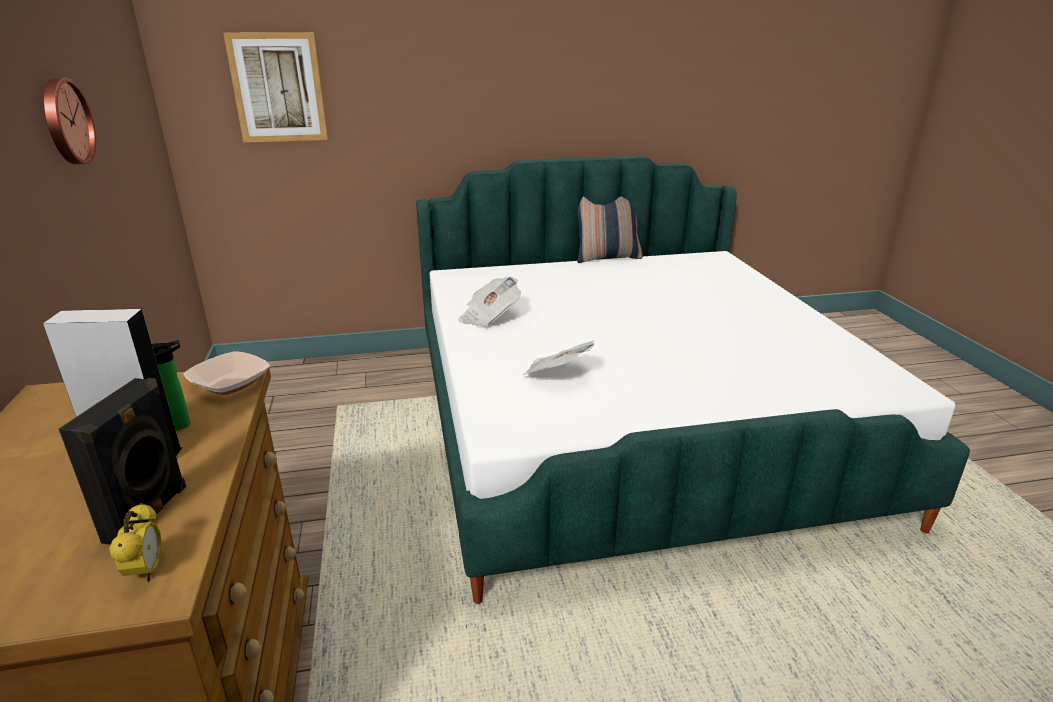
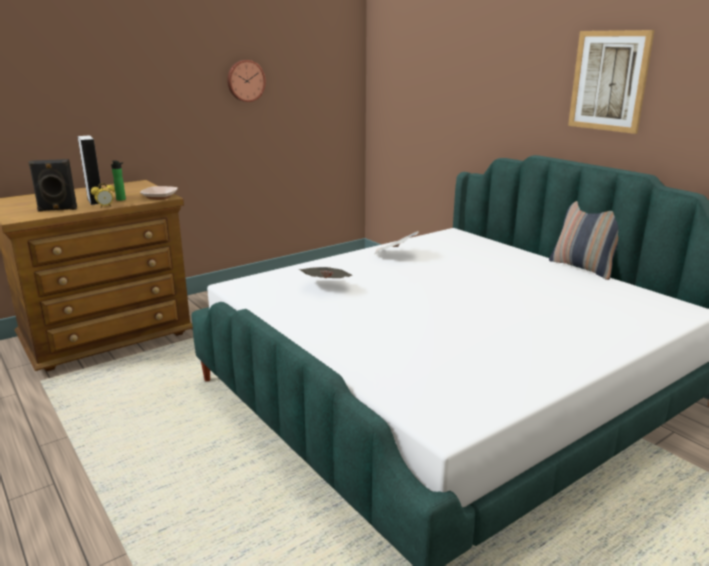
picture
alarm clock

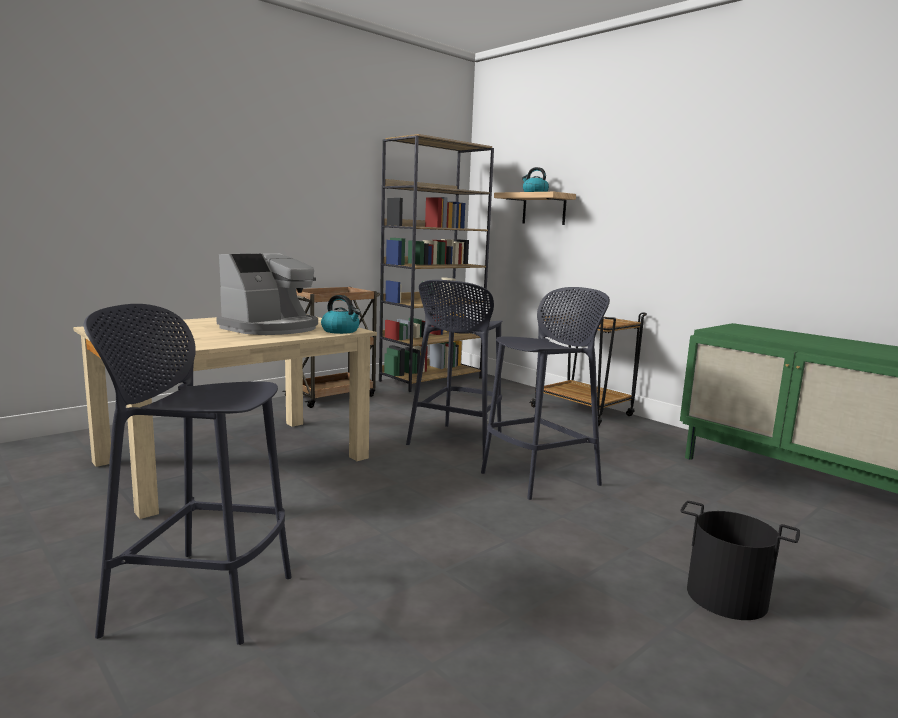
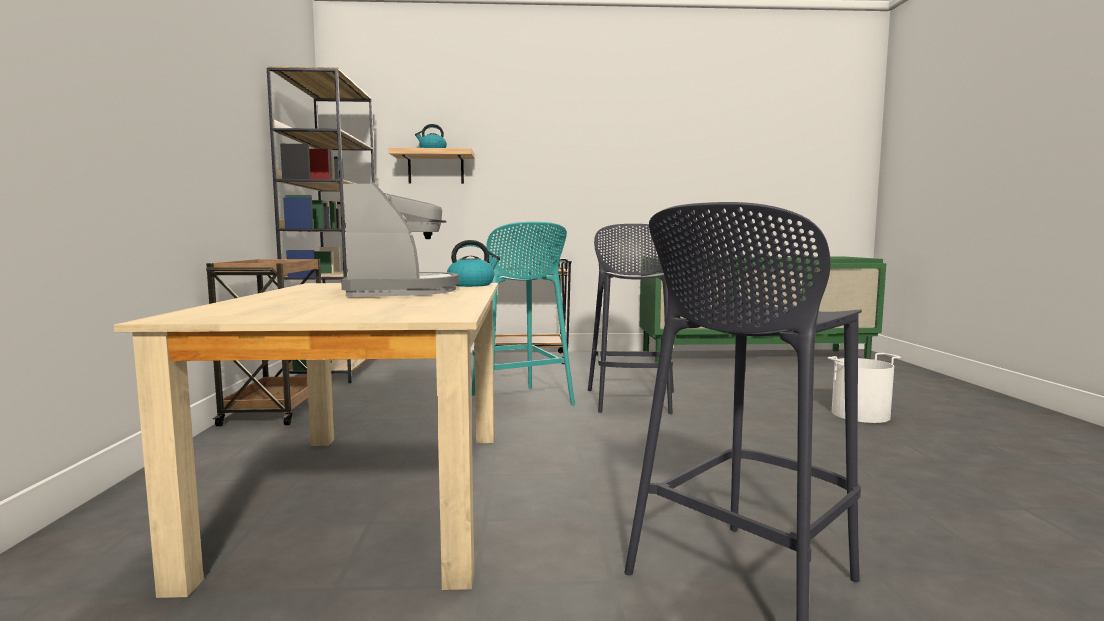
sitting stool (turquoise)
water bucket (whitish)

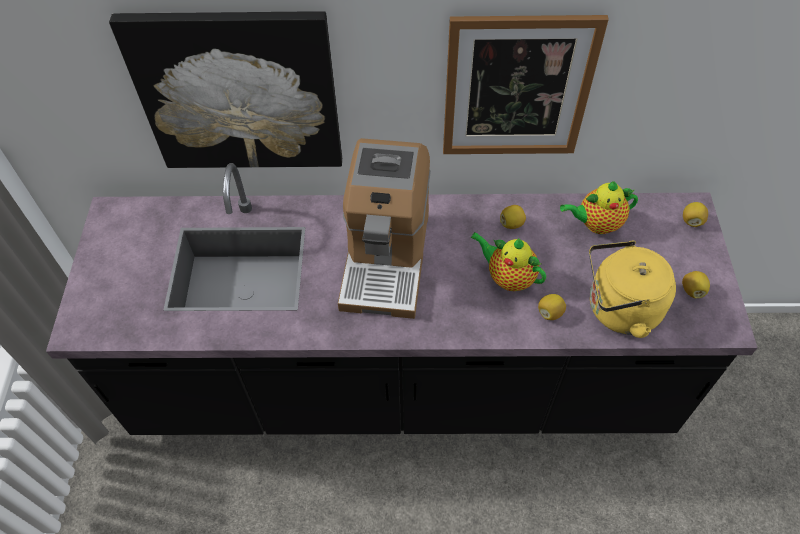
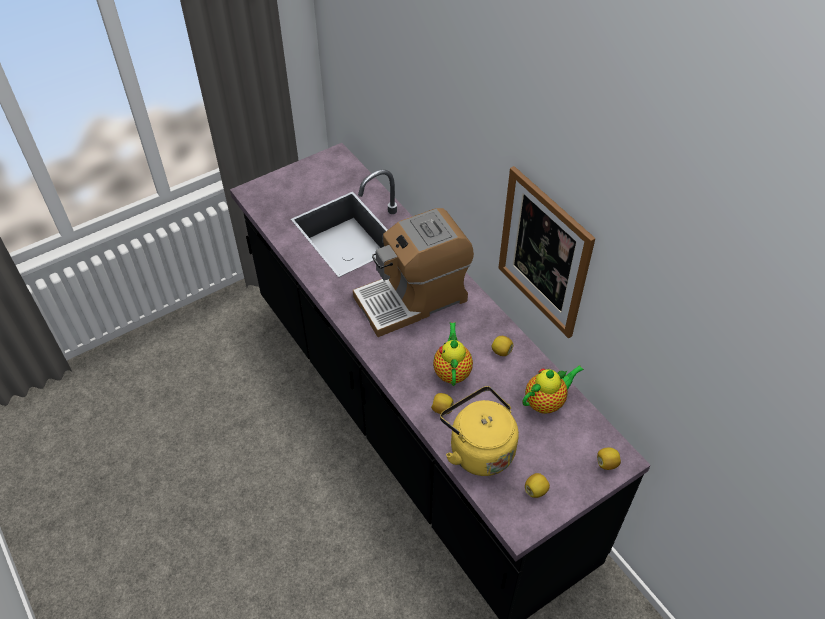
picture (no. 1 from left in the first image)
teapot (no. 2 from left)

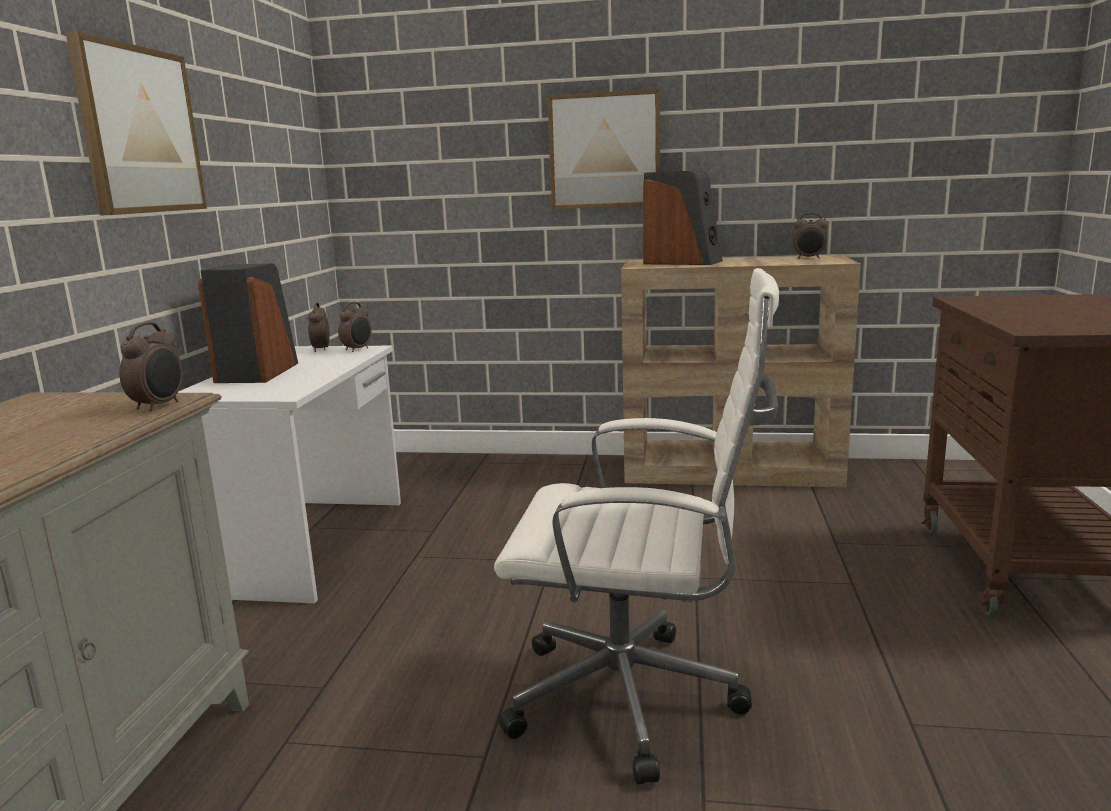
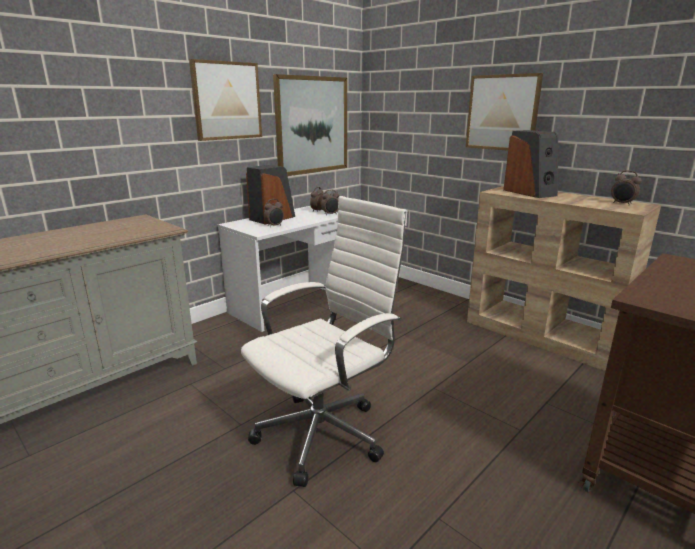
office chair (whitish)
alarm clock (no. 1 from left)
picture (no. 2 from left)

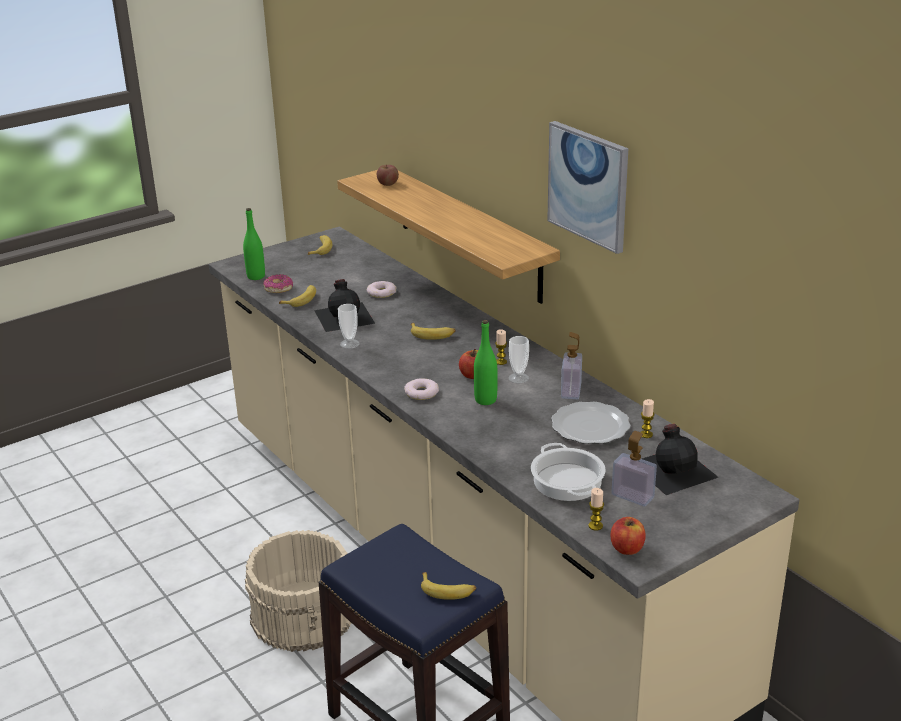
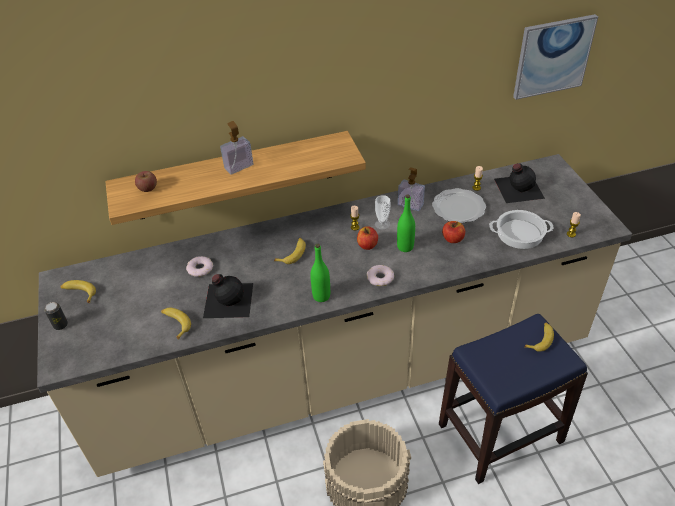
picture
drink bottle (green) (no. 1 from left)
doughnut (no. 1 from left in the first image)
small cup (no. 1 from left in the first image)
soap dispenser (no. 1 from left)
whole apple (no. 3 from left)
can

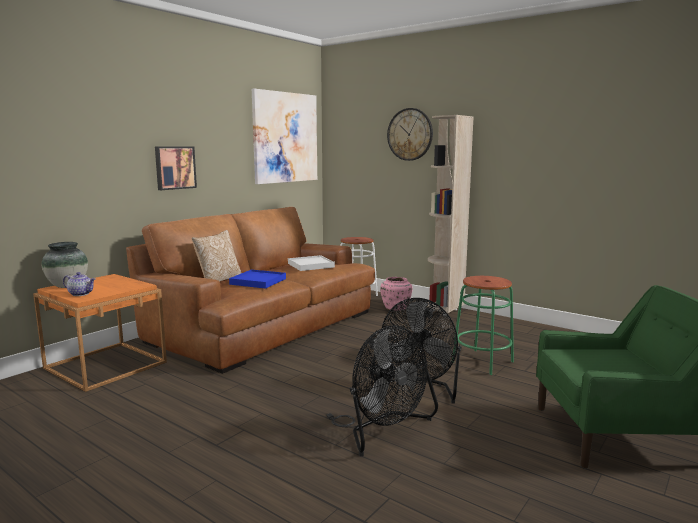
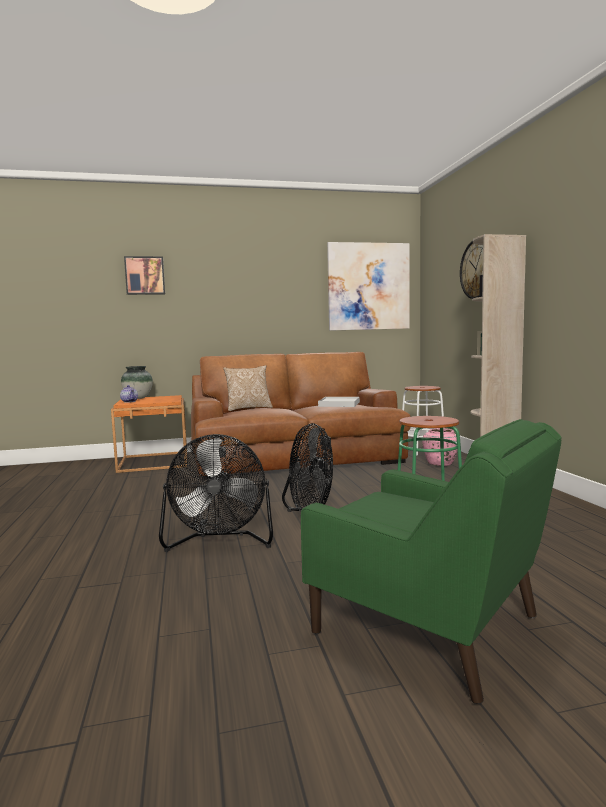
picture (no. 1 from left)
carrying tray (bluish)

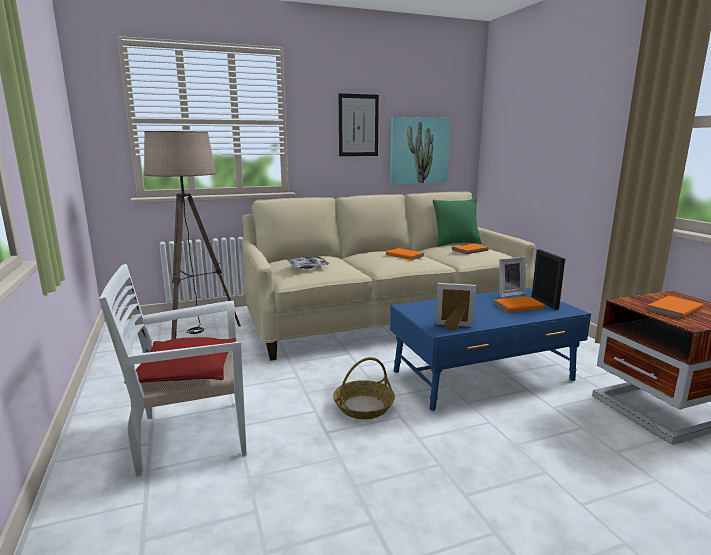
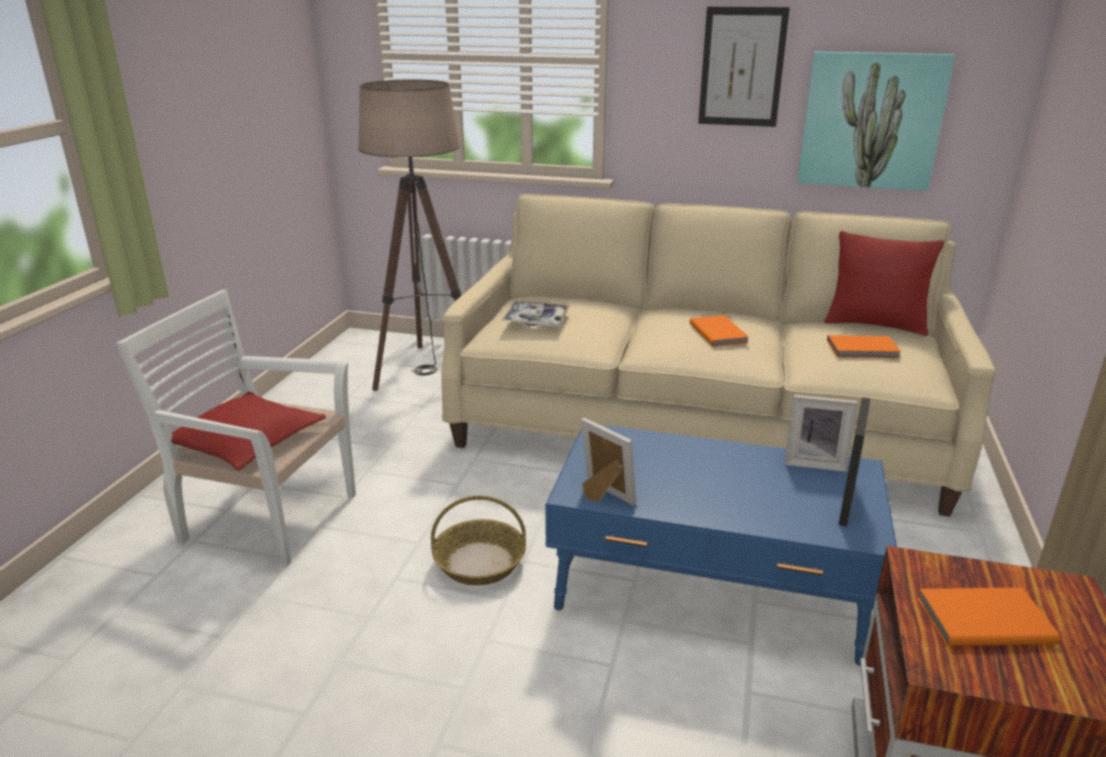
cushion (reddish) (no. 2 from left)
bound book (orangey) (no. 3 from left in the first image)

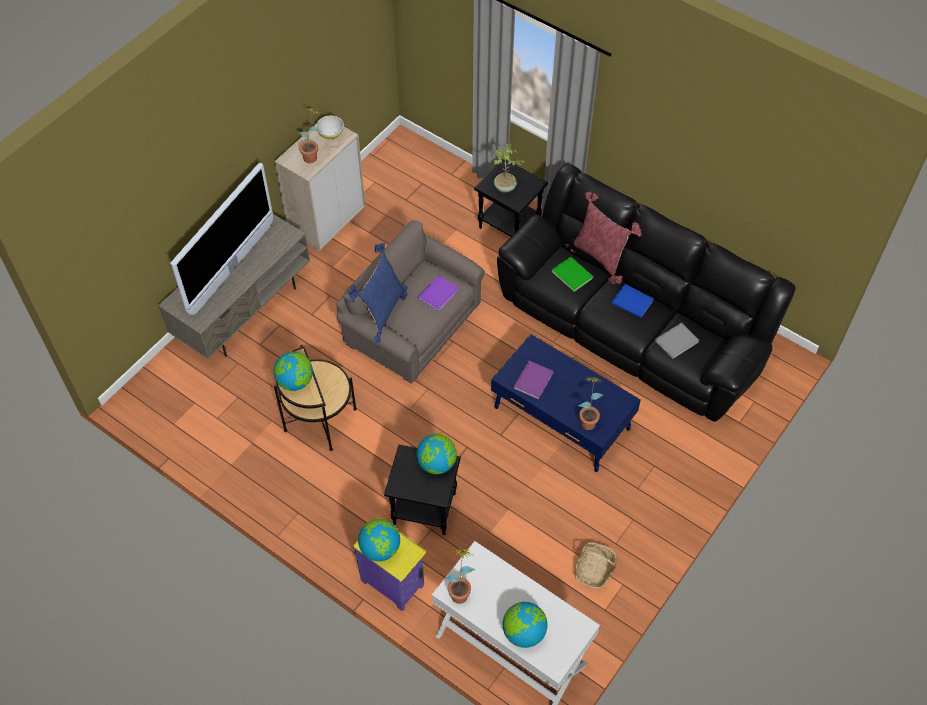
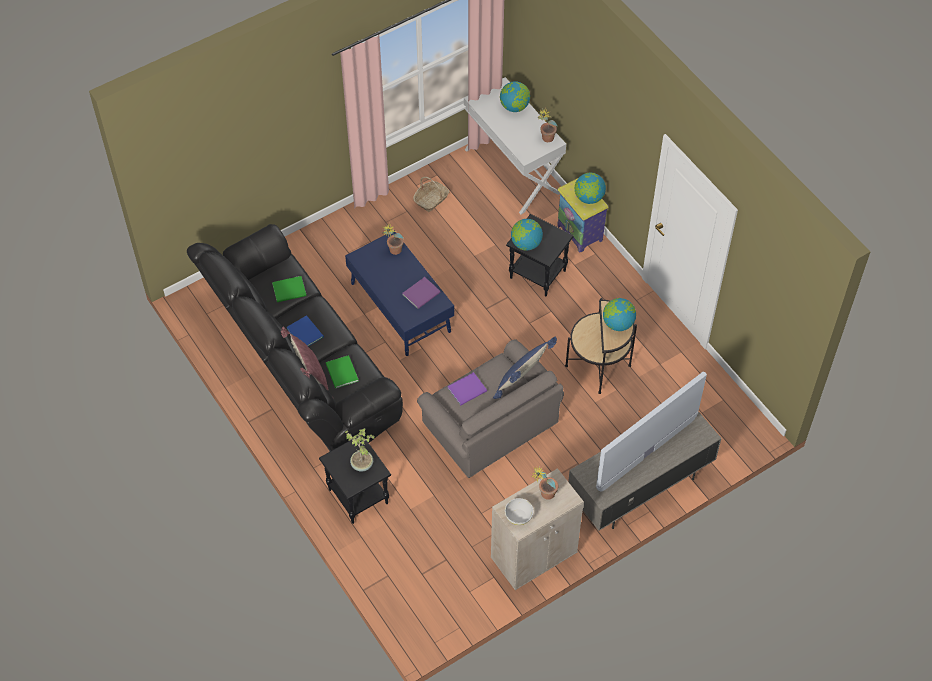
bound book (green) (no. 1 from left)

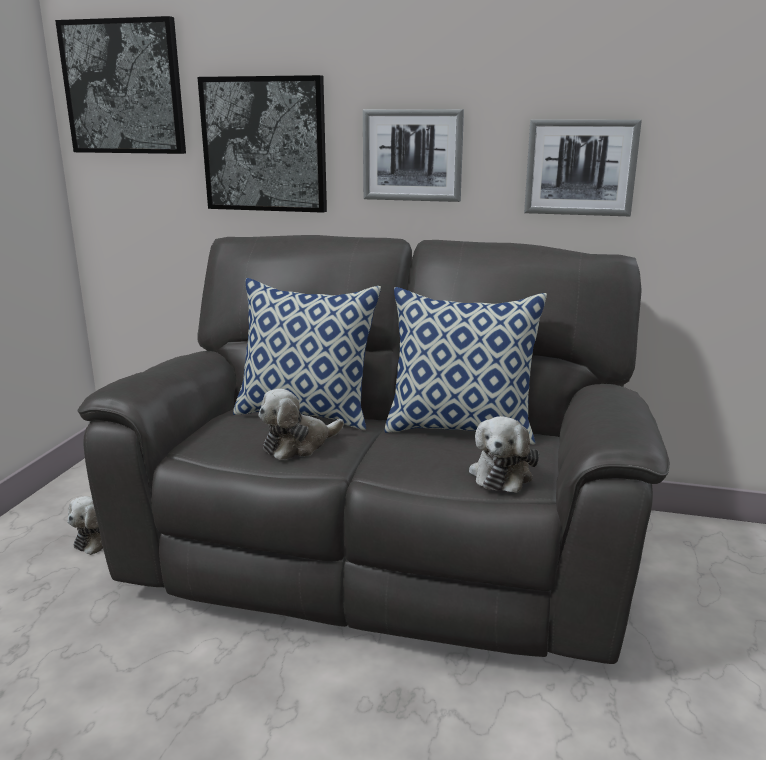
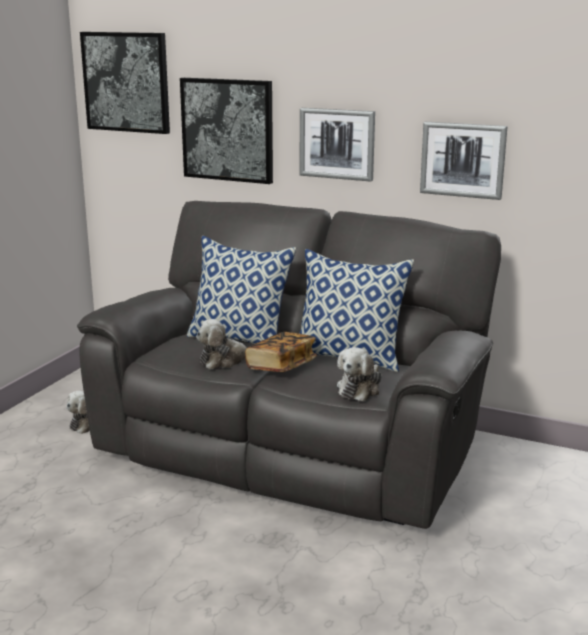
bound book

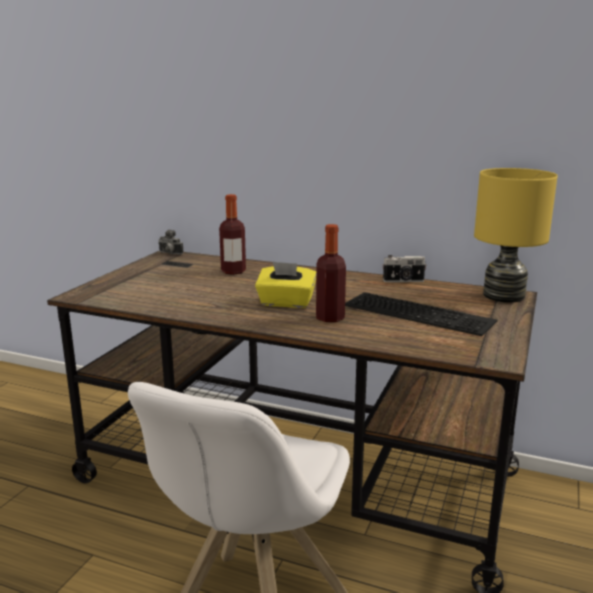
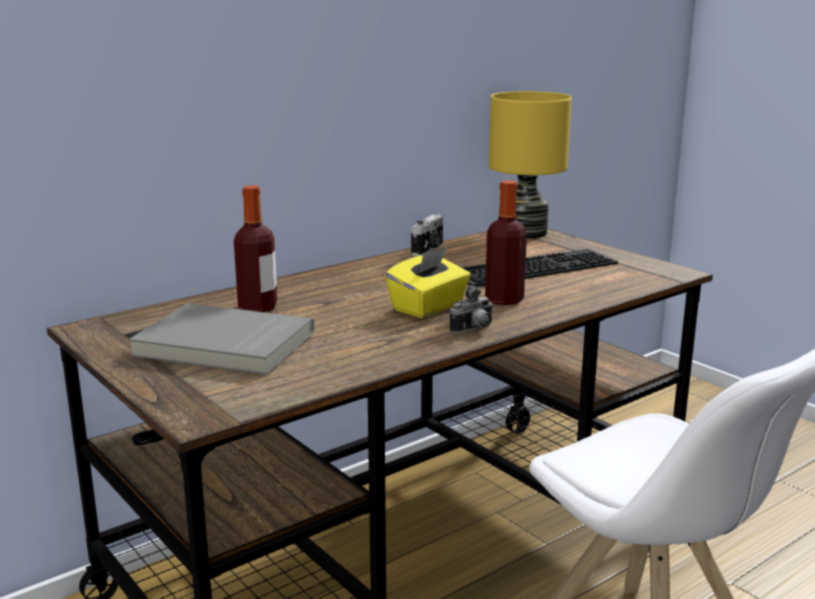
photo camera (no. 2 from left)
bound book (gray)

